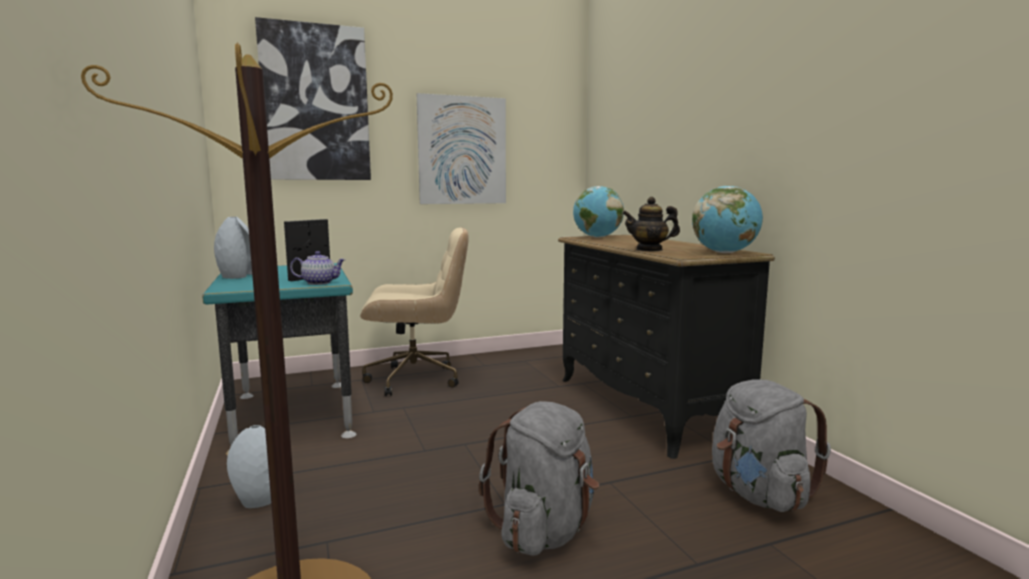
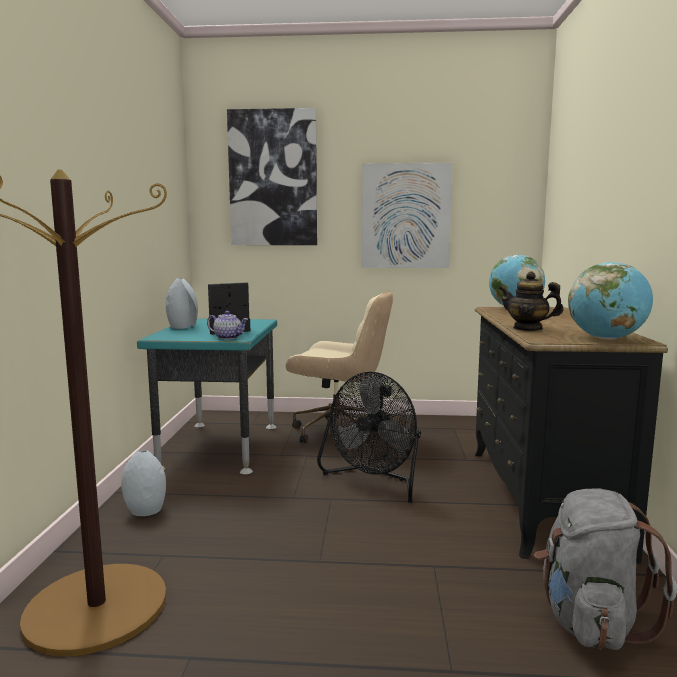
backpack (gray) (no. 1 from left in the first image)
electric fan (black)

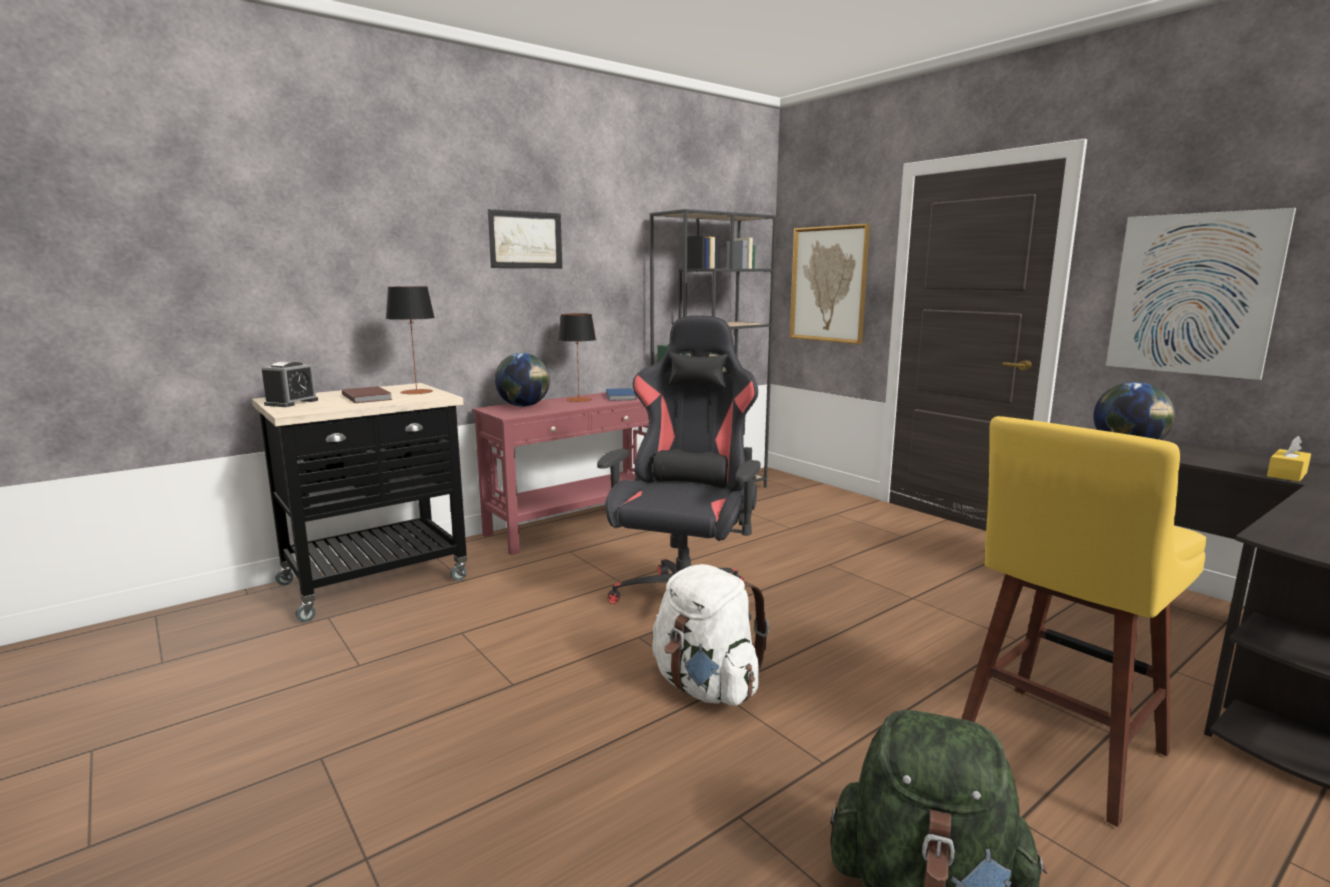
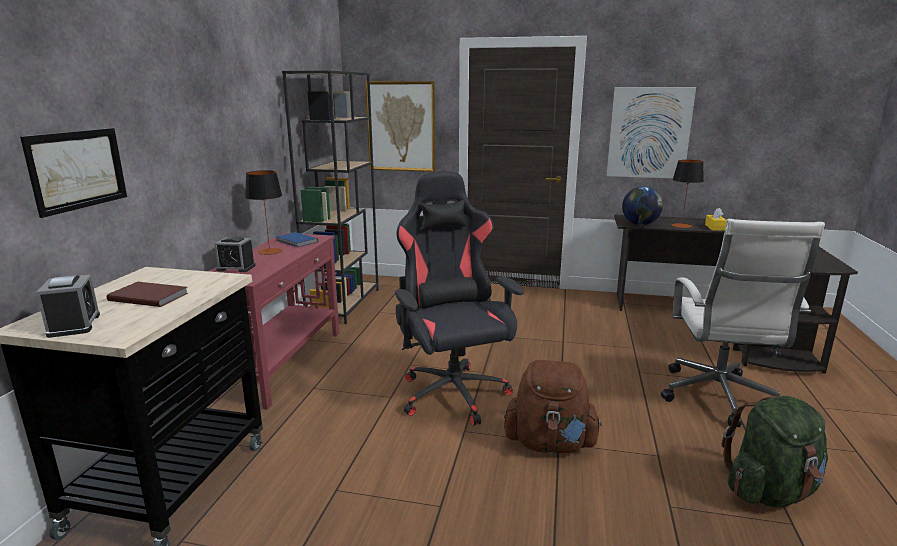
picture (no. 1 from left)
tabletop lamp (no. 2 from left)
alarm clock (no. 2 from left)
office chair (whitish)
backpack (brown-coloured)

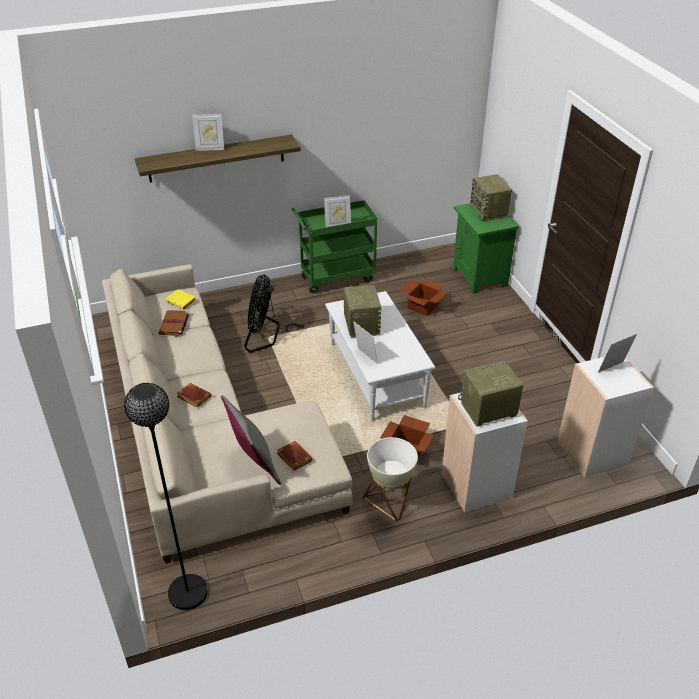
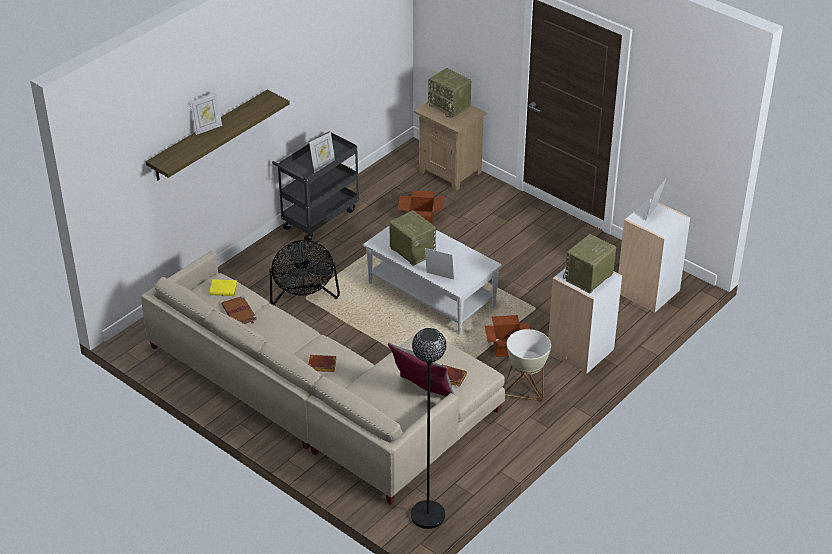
trolley (gray)
night table (sand-coloured)
electric fan (black)

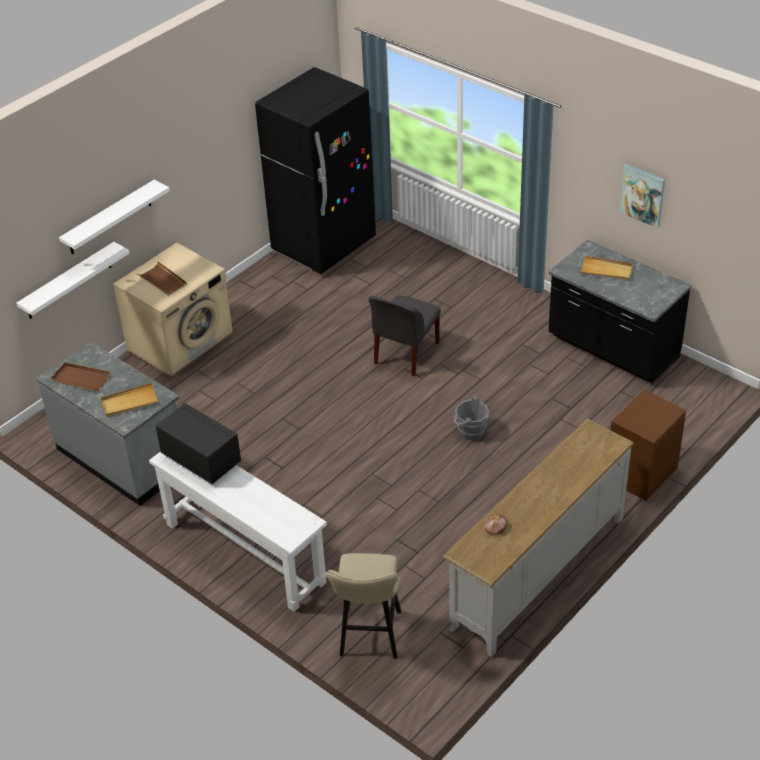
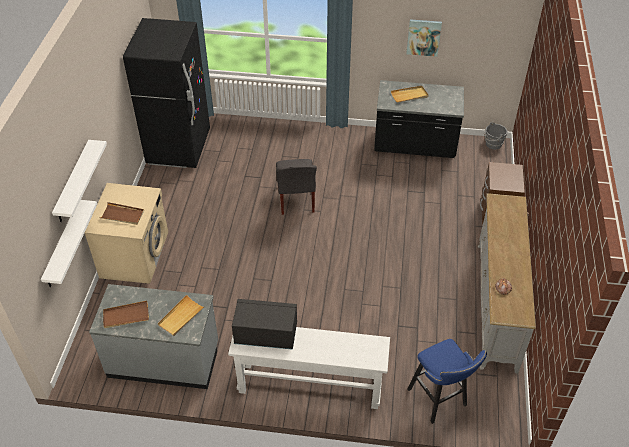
water bucket (gray)
sitting stool (bluish)

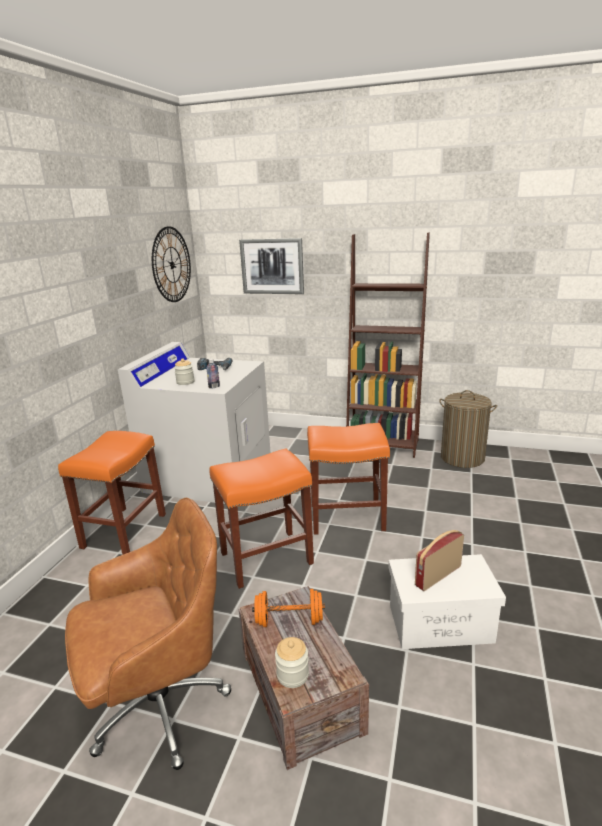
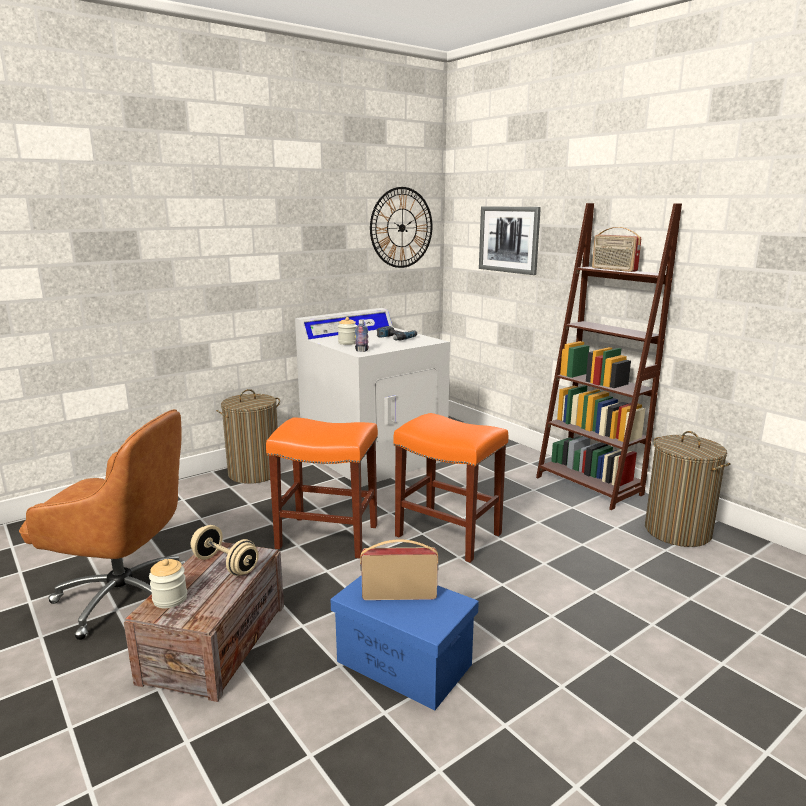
laundry basket (no. 1 from left)
storage container (bluish)
dumbbell (sand-coloured)
radio (no. 2 from left)

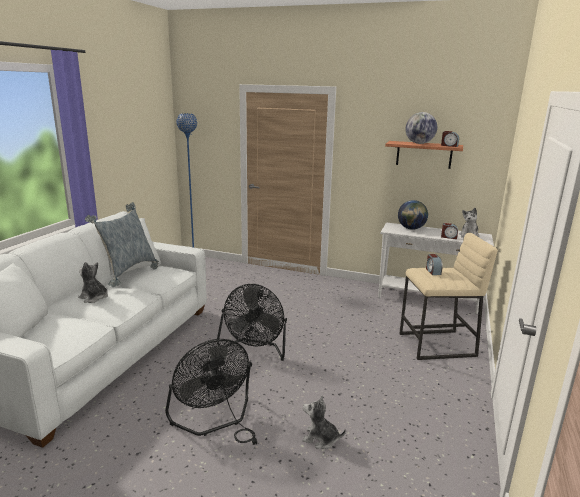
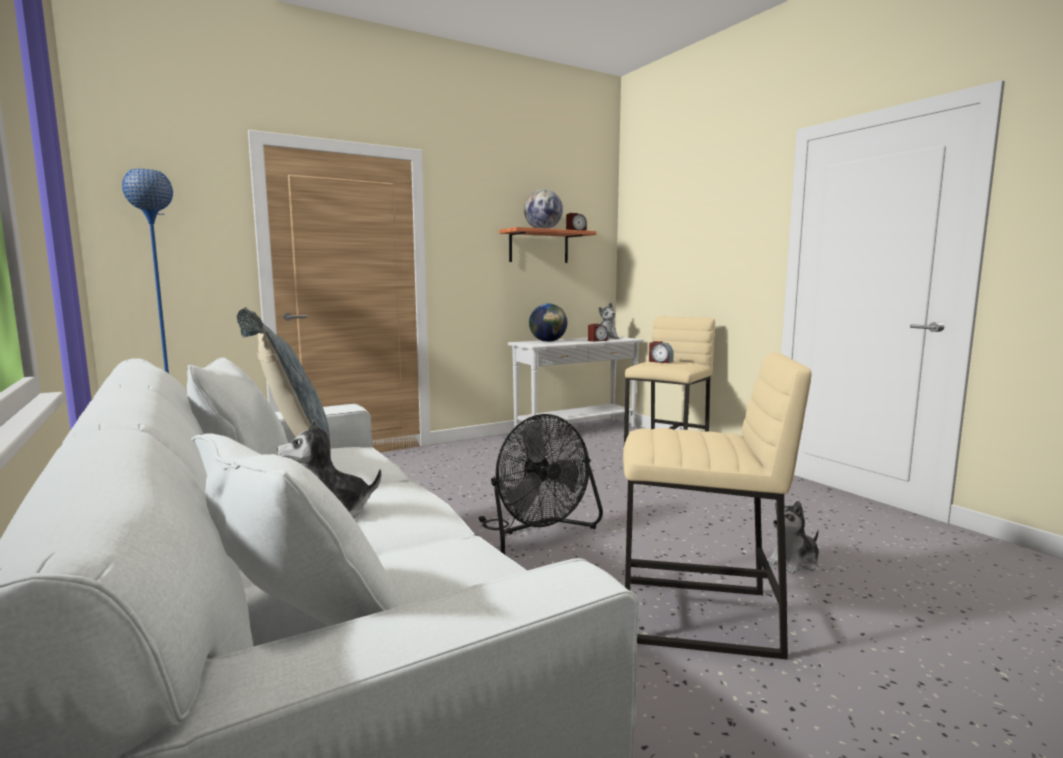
sitting stool (sand-coloured) (no. 2 from left)

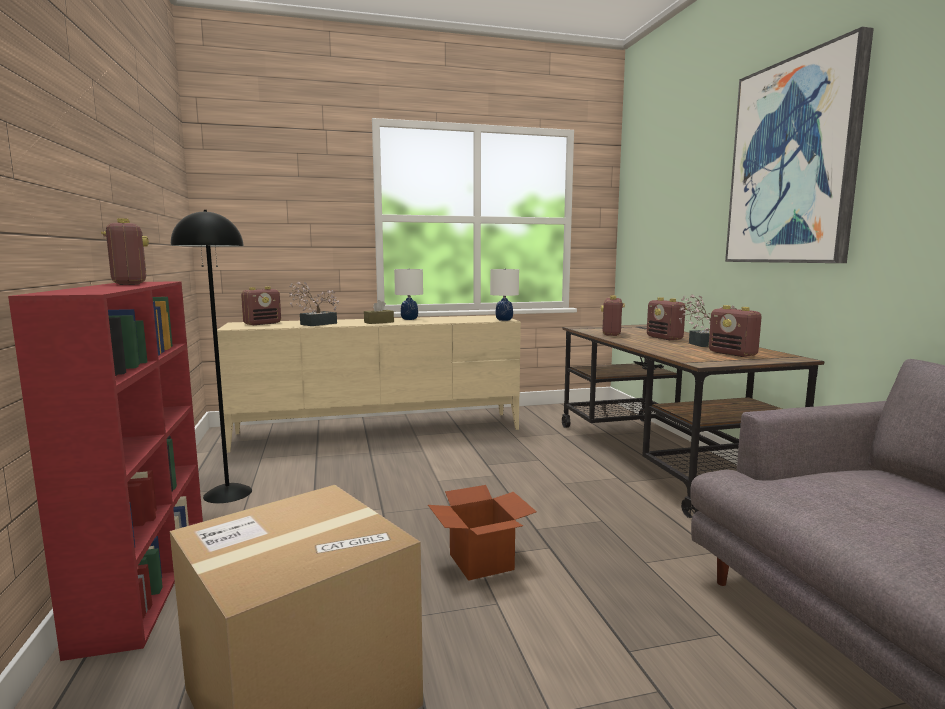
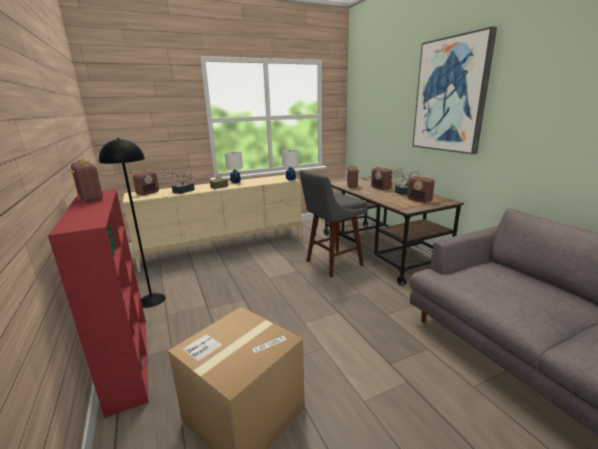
cardboard box (no. 2 from left in the first image)
sitting stool (gray)

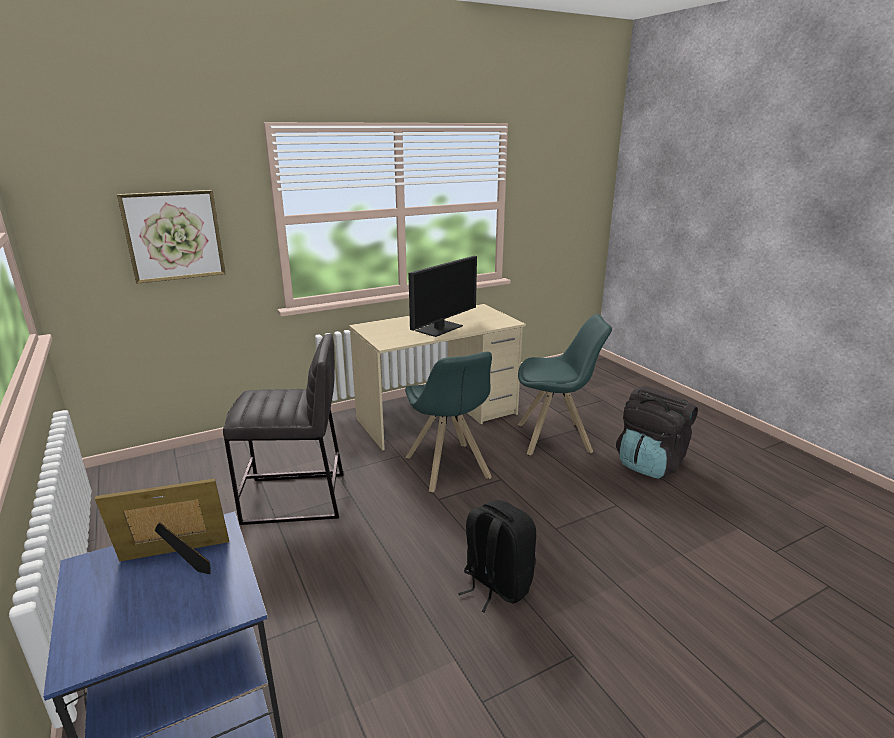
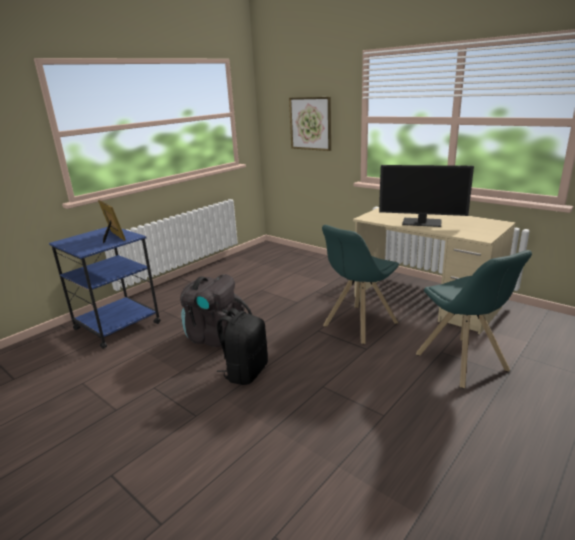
sitting stool (gray)
backpack (black) (no. 1 from left)

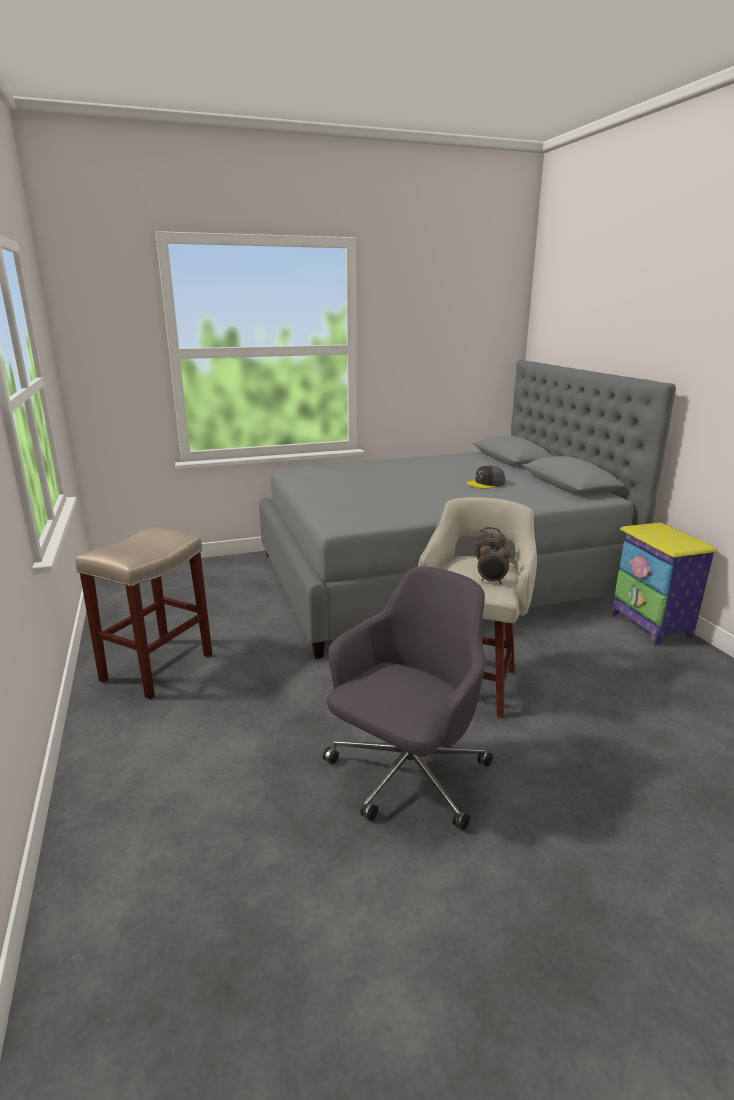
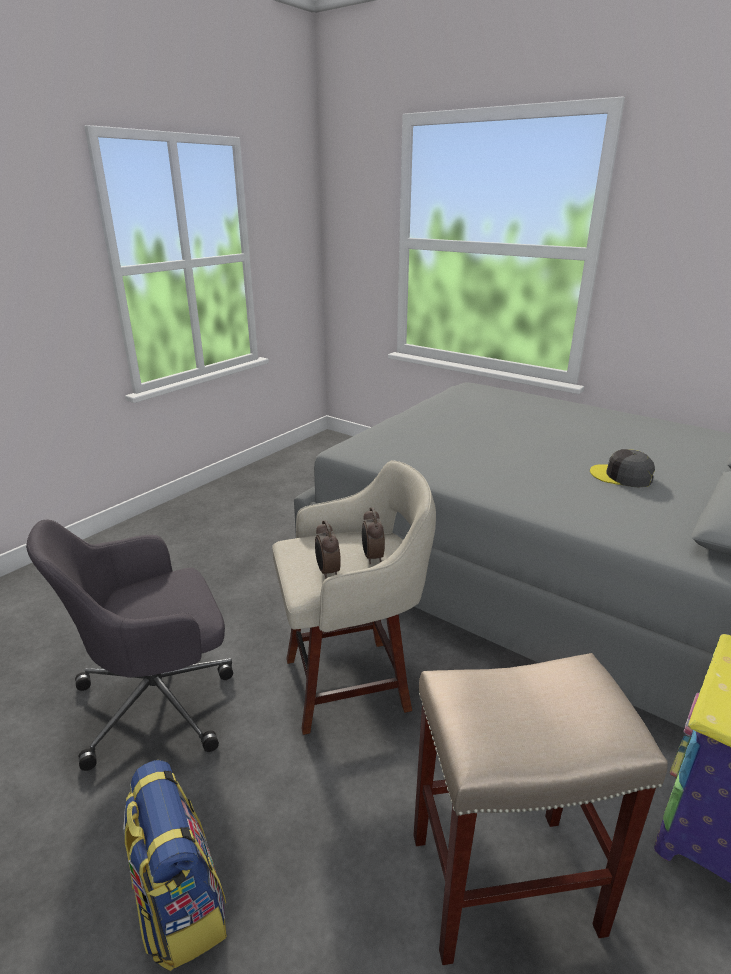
sitting stool (sand-coloured) (no. 2 from left)
office chair (gray)
backpack

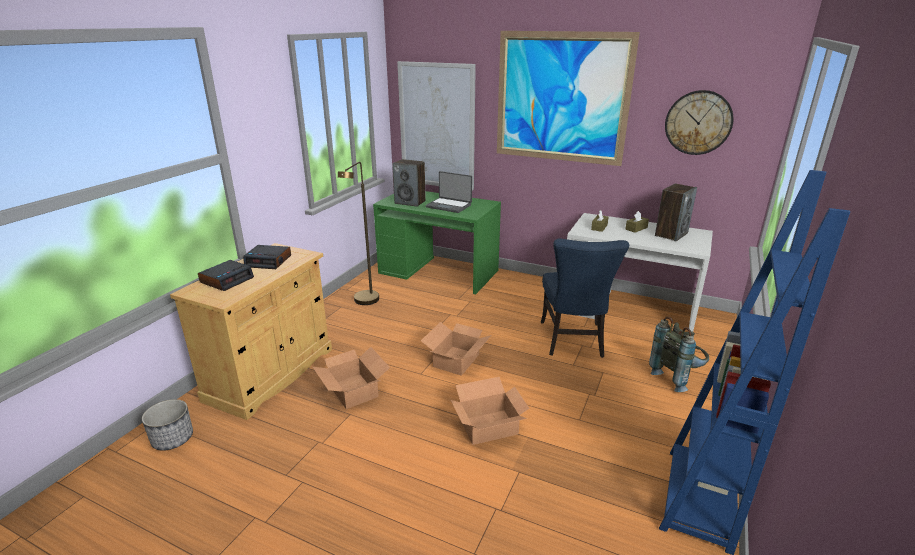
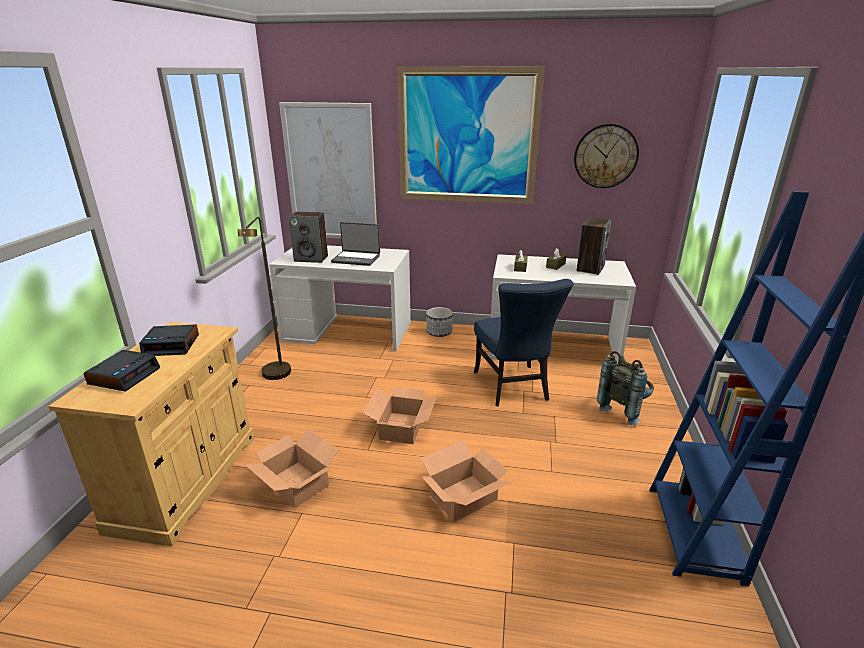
desk (whitish) (no. 1 from left)
planter

